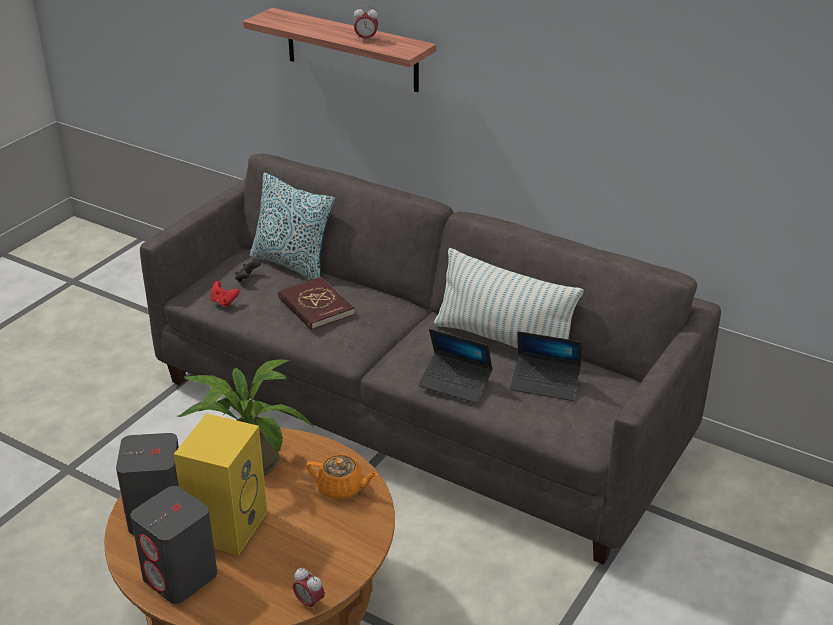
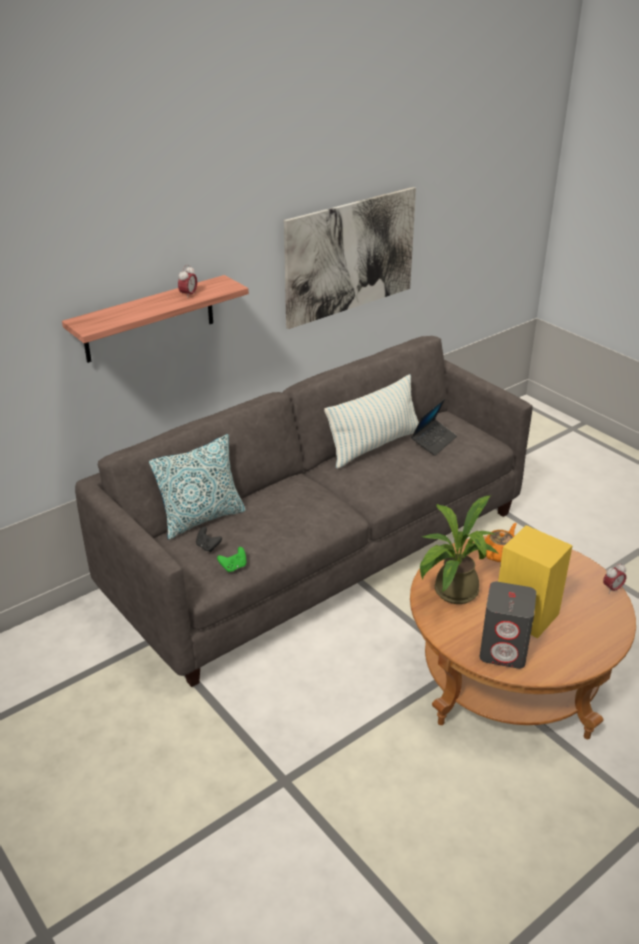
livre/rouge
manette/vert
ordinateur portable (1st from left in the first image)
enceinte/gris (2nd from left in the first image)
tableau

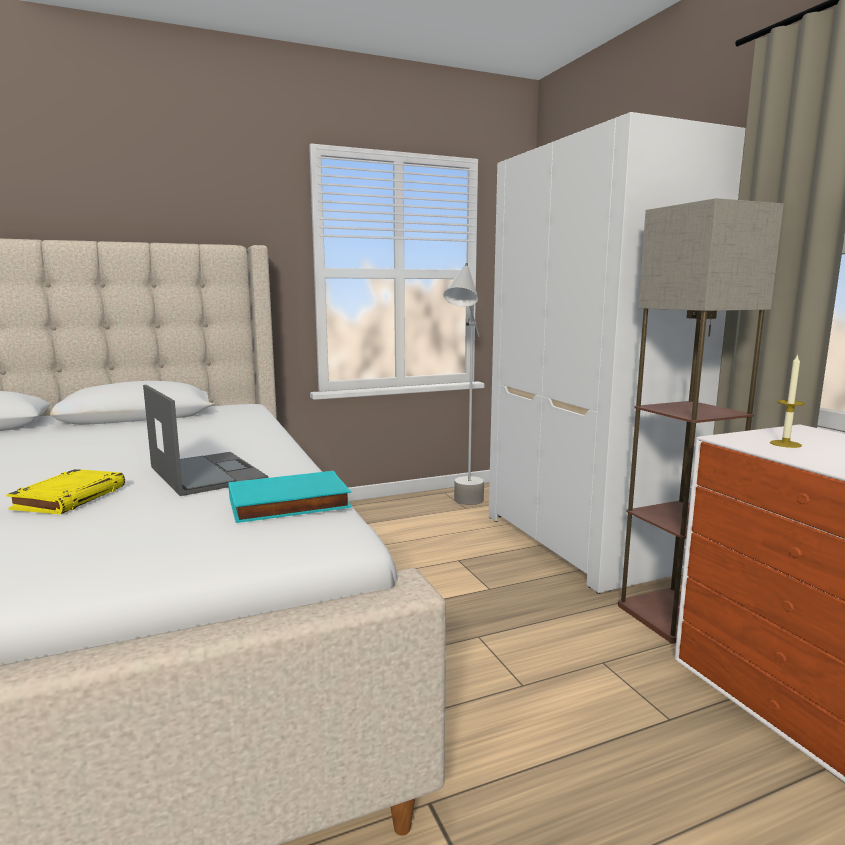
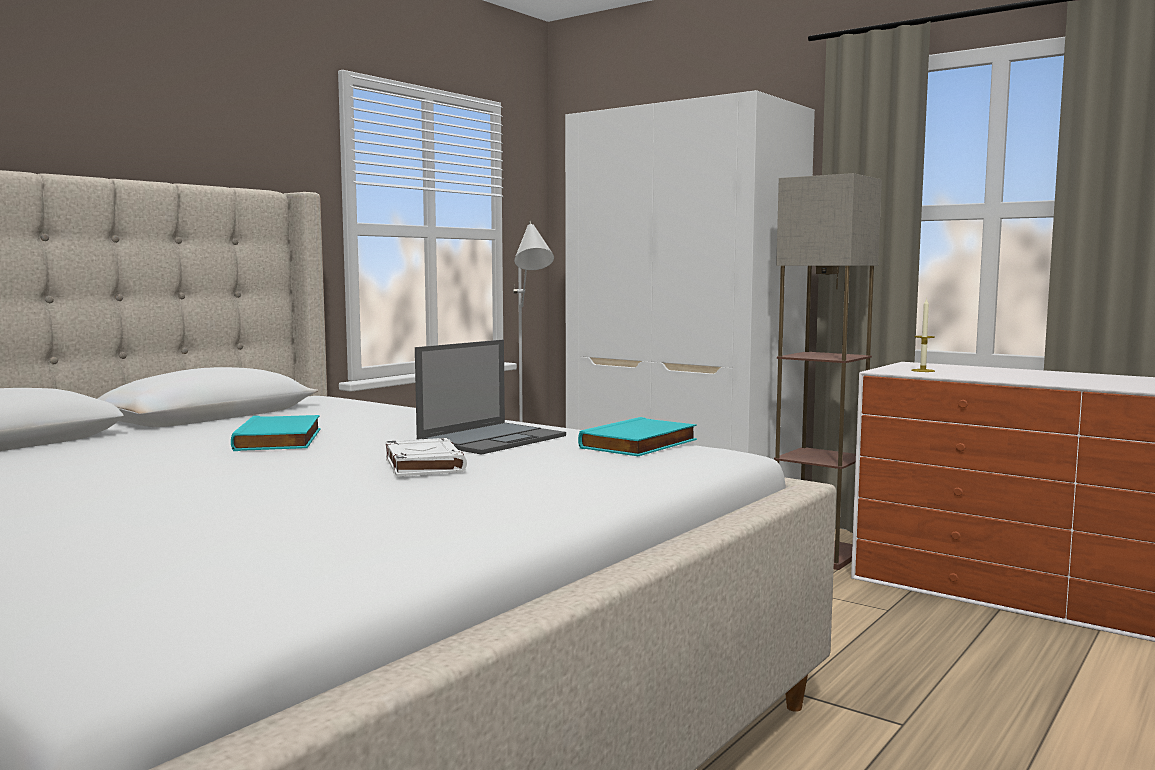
ordinateur portable
livre/blanc
livre/turquoise (1st from left)

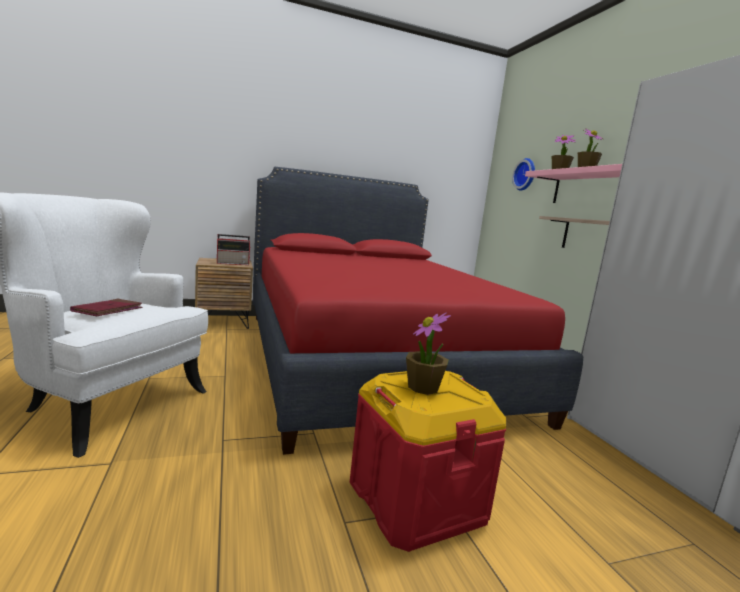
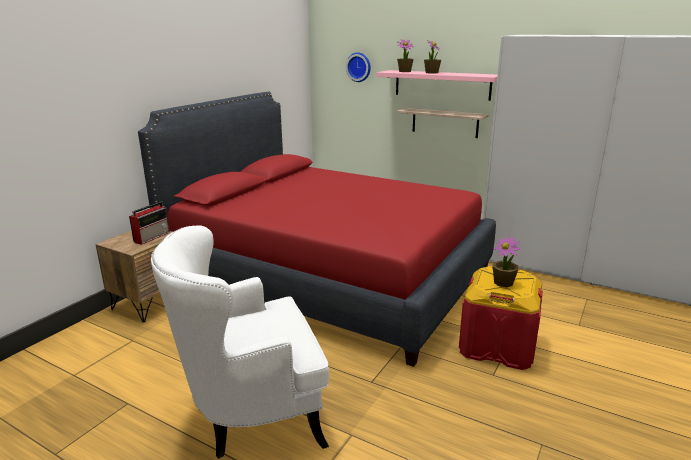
livre/rouge

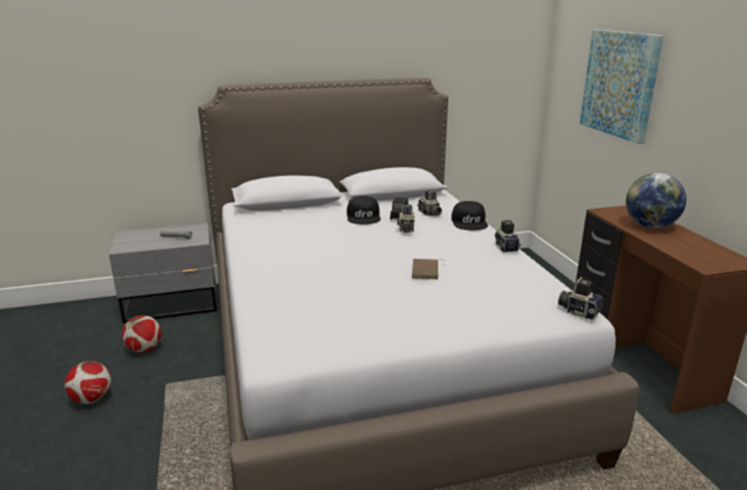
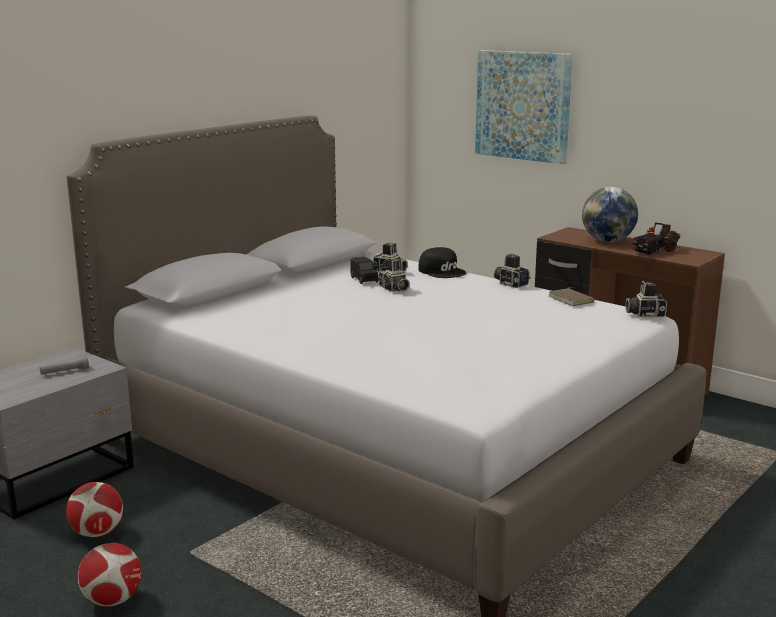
casquette/noir (1st from left in the first image)
livre/marron
camion jouet

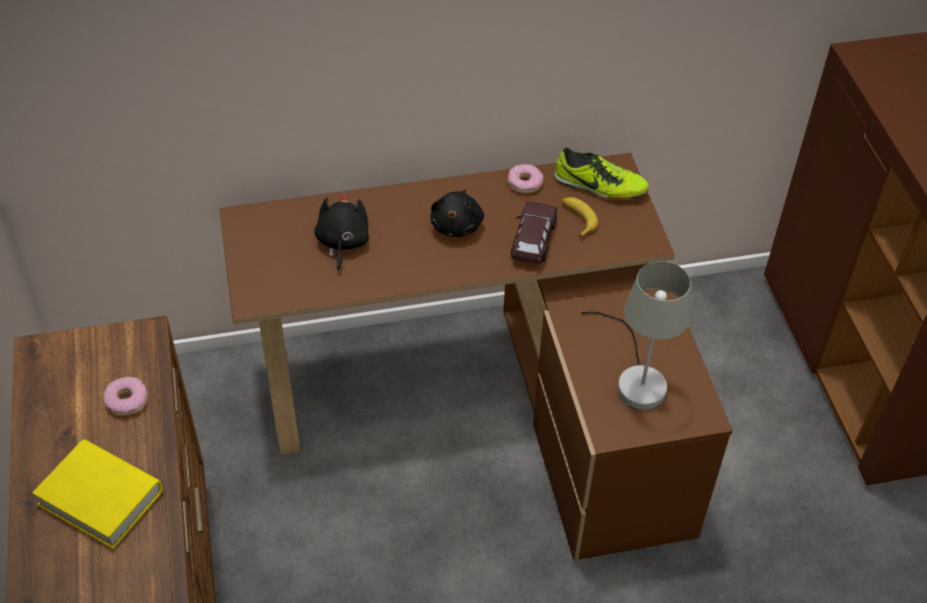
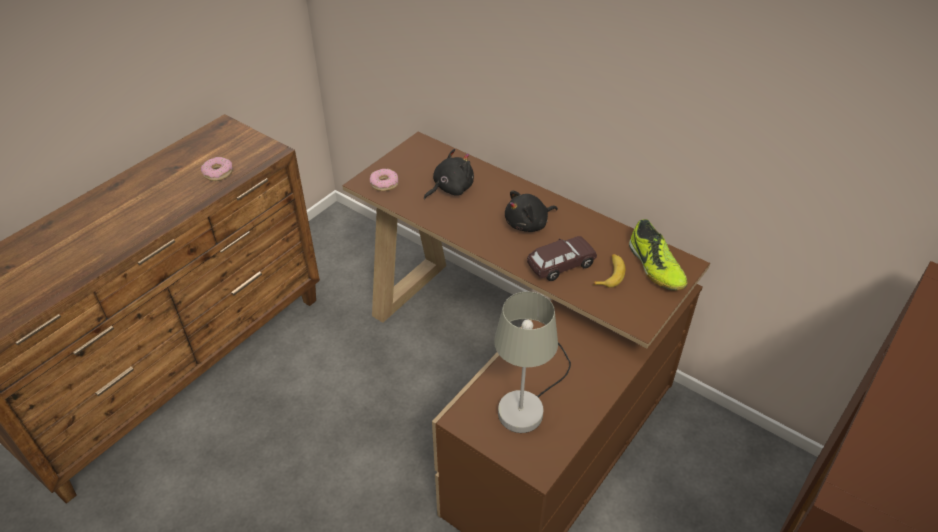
beignet (2nd from left)
livre/jaune

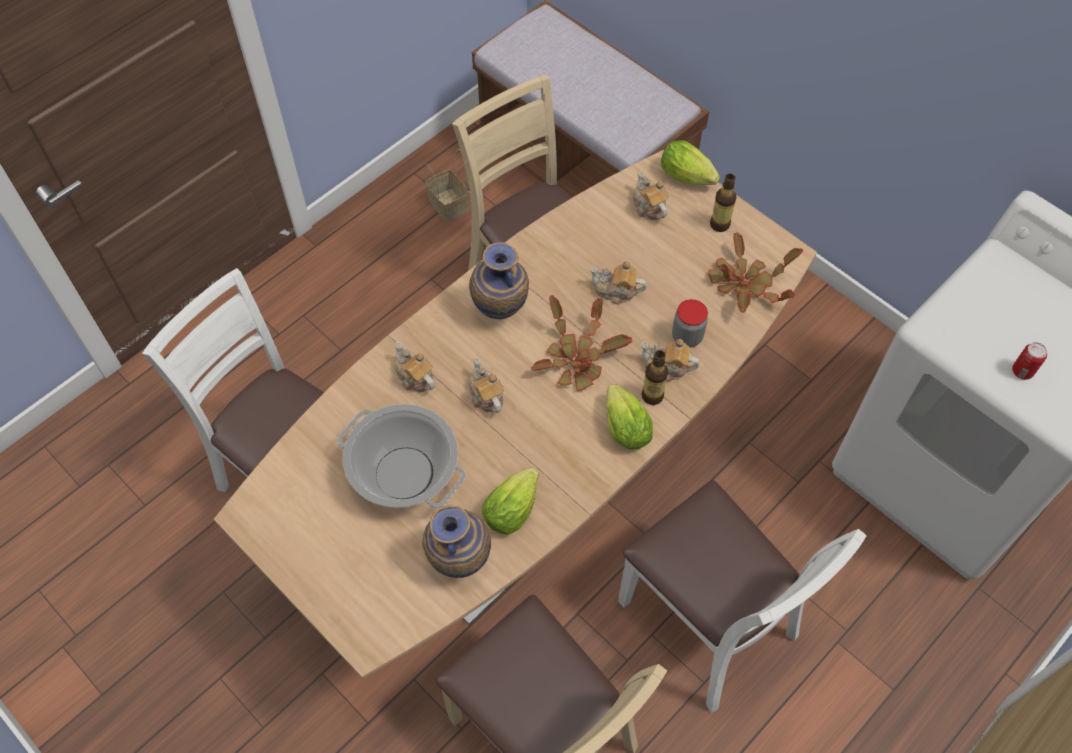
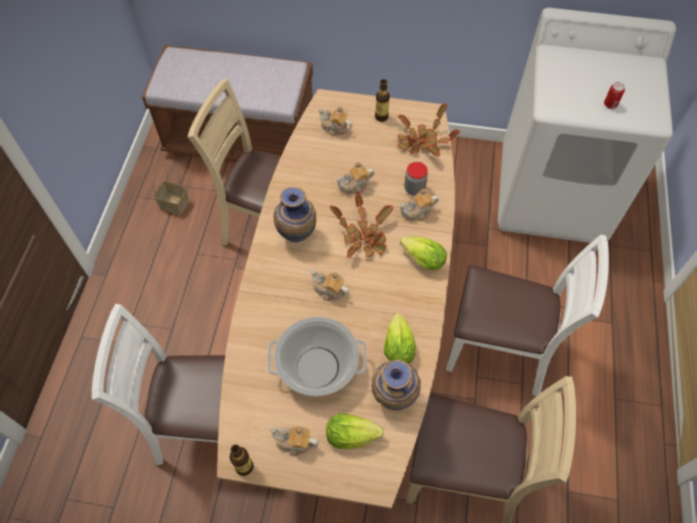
laitue (1st from left)
théière (1st from left)
bouteille (1st from left)

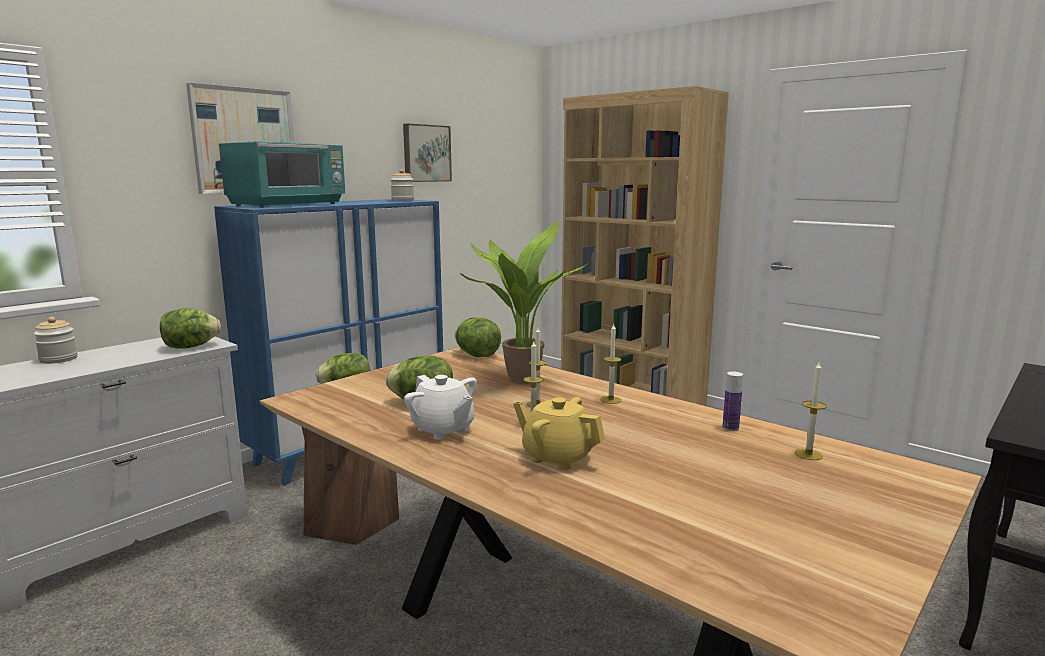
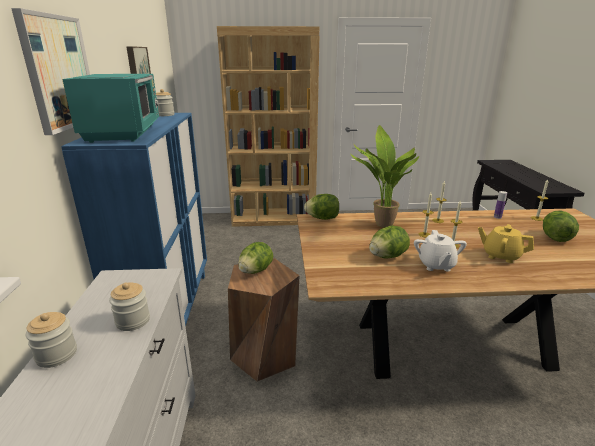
laitue (4th from left)
théière/blanc
théière/jaune
bocal (2nd from left)

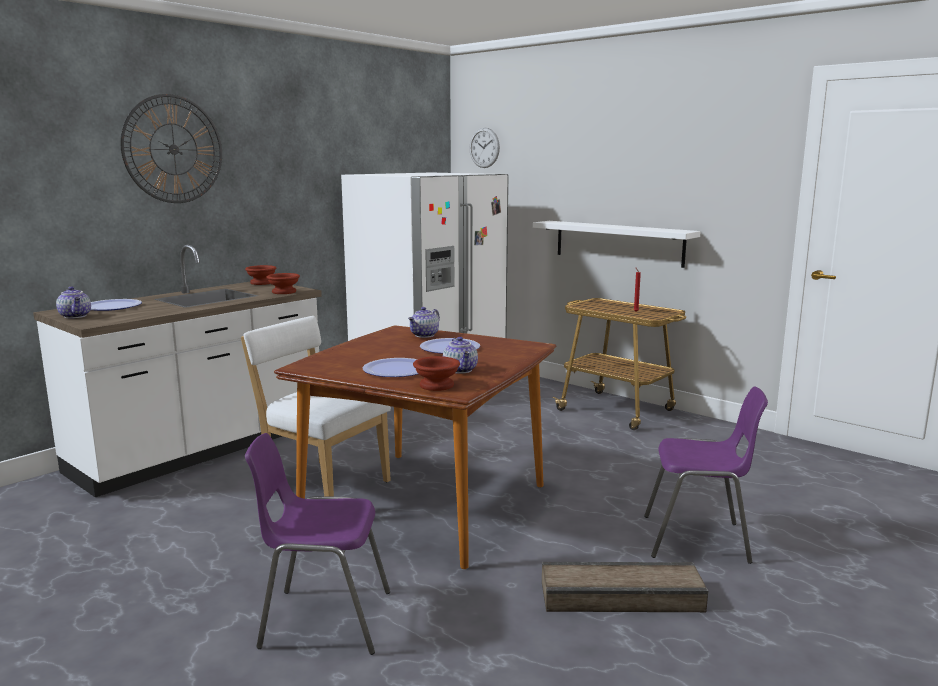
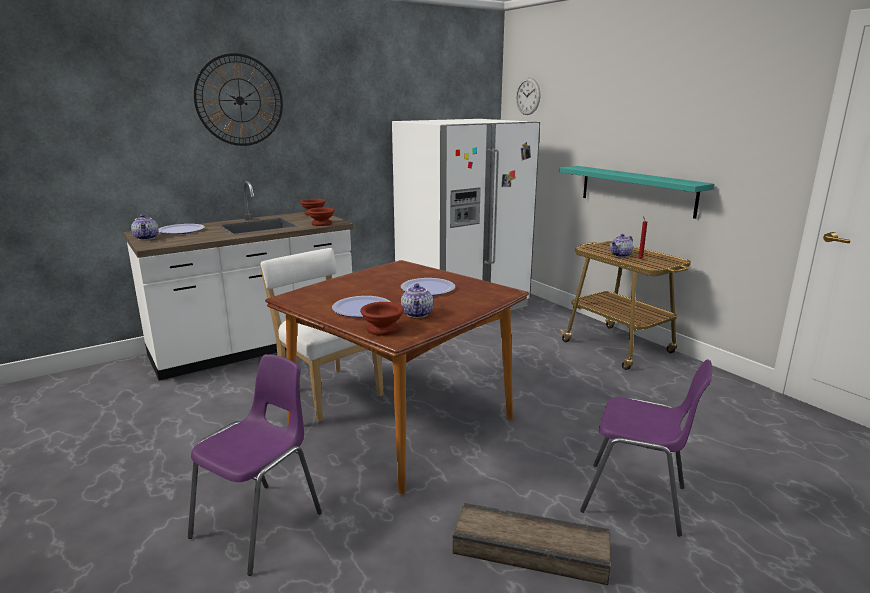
étagère/turquoise
théière (3rd from left)
chaise/violet (1st from left)

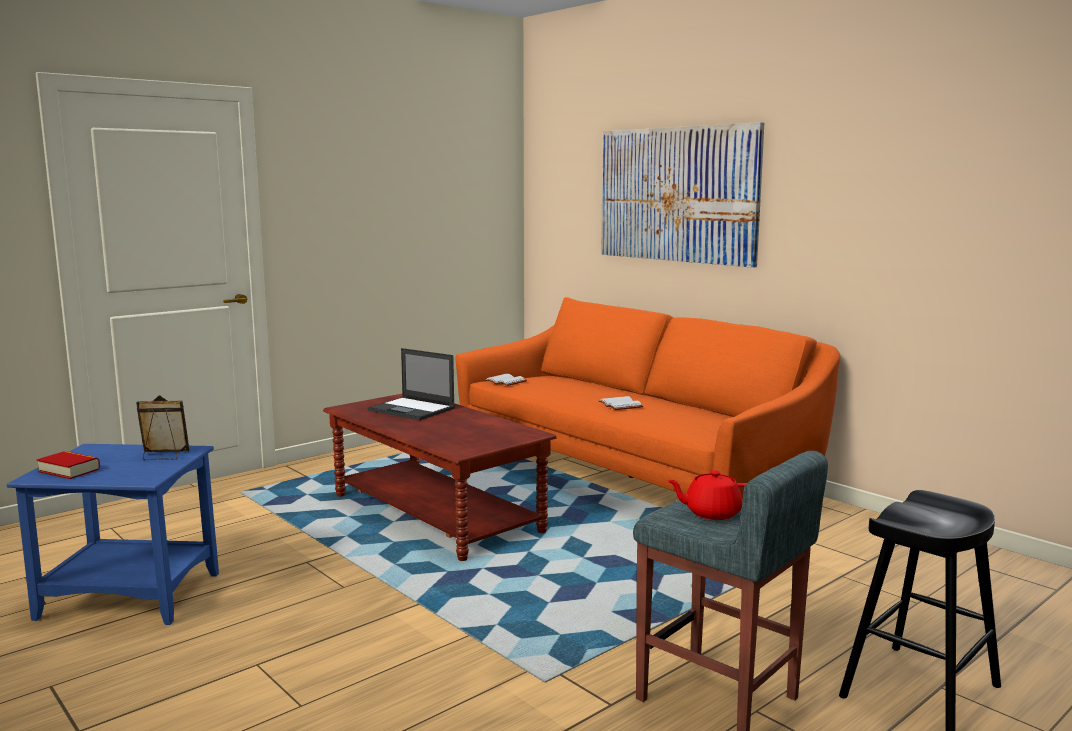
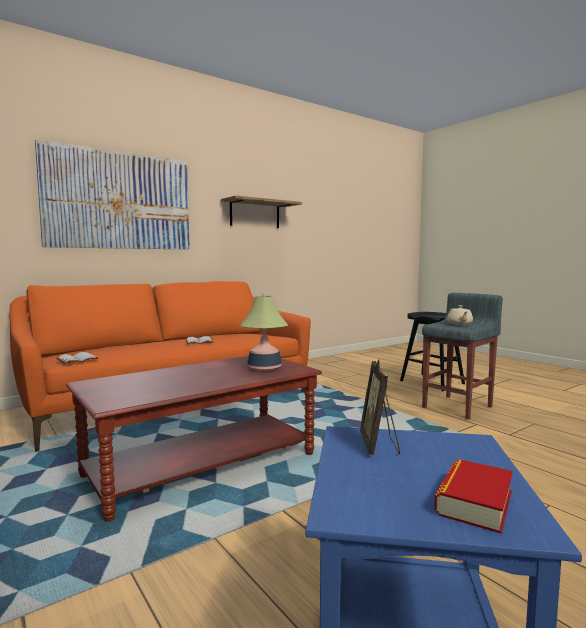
ordinateur portable
théière/beige
étagère
lampe de table

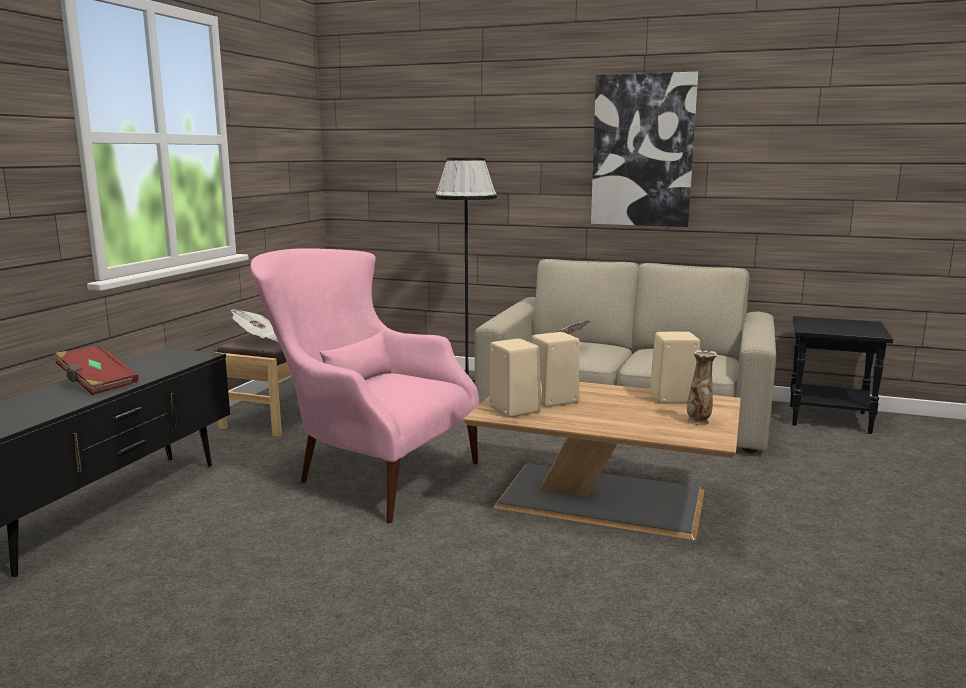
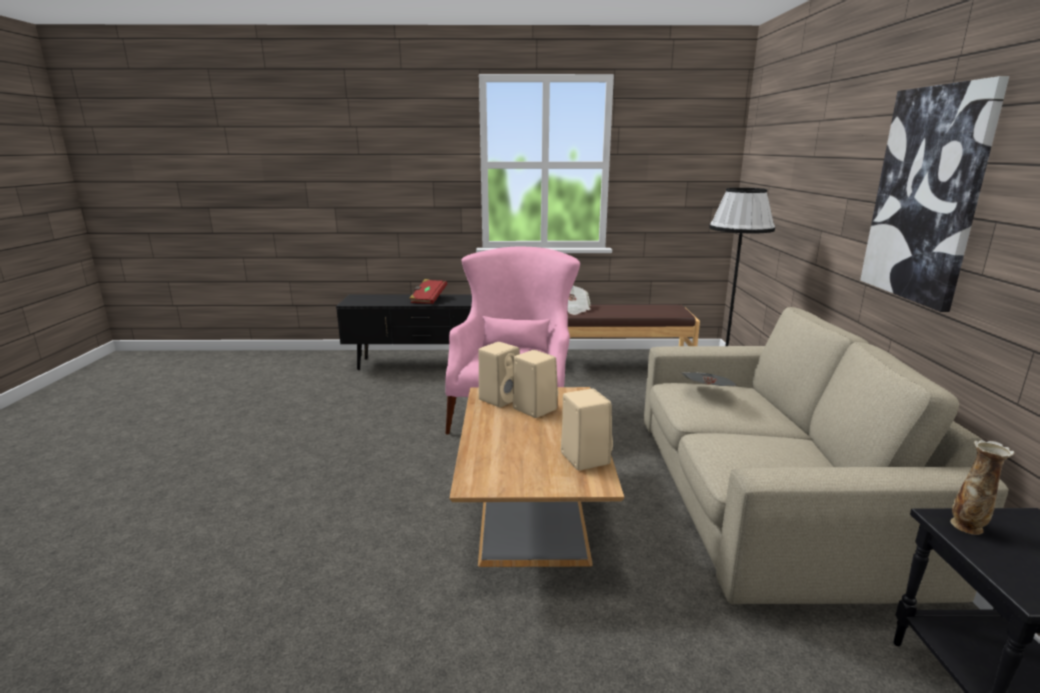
vase

